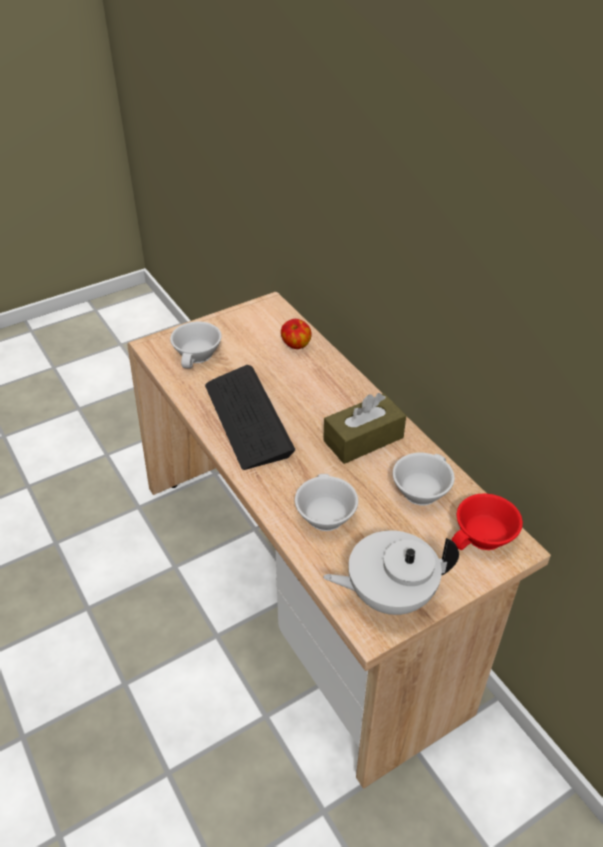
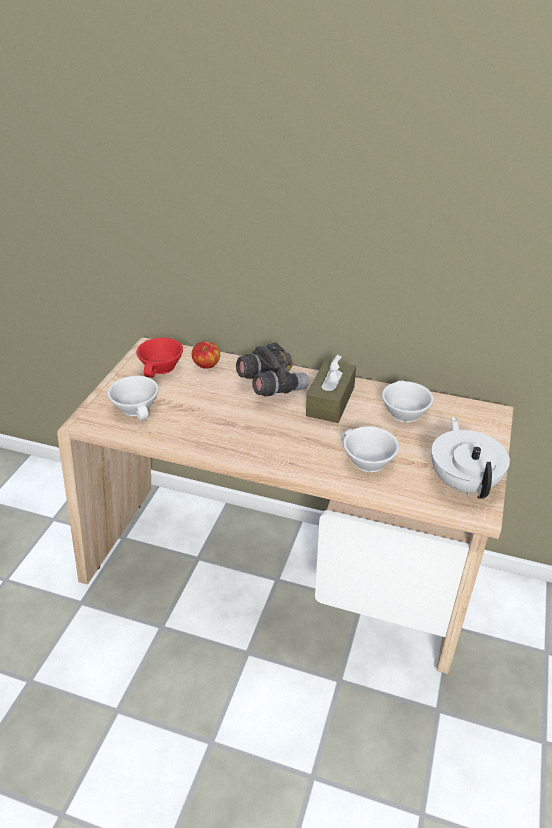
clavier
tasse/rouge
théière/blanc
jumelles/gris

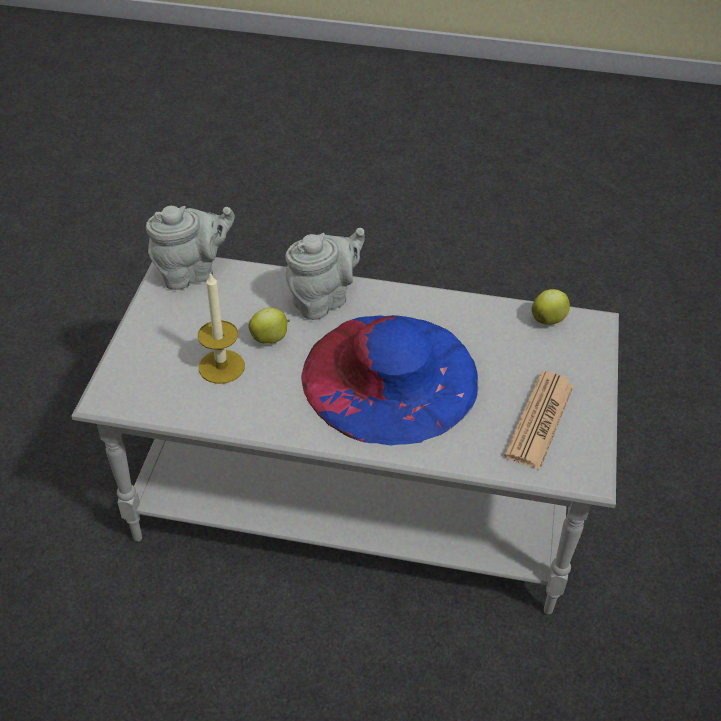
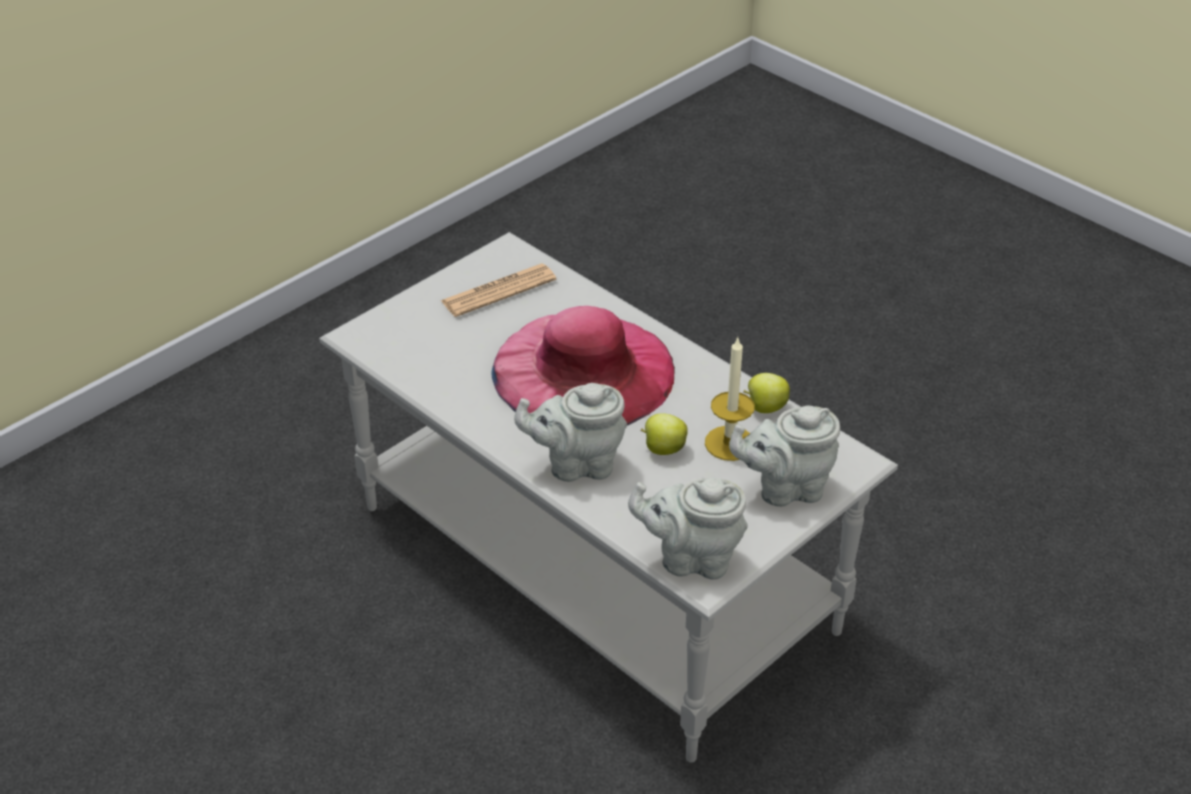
pomme (2nd from left)
chapeau/rose
théière/gris (3rd from left)

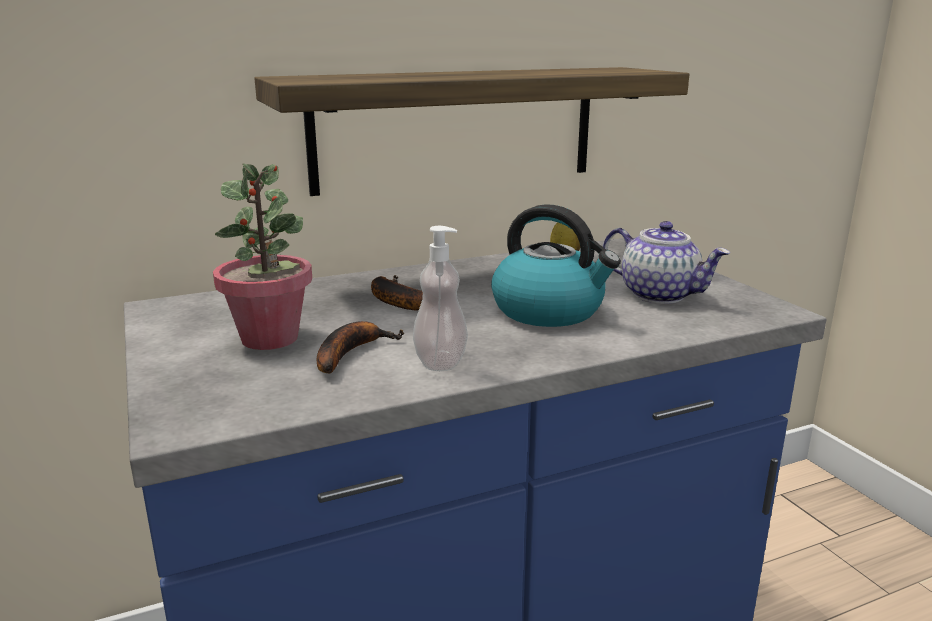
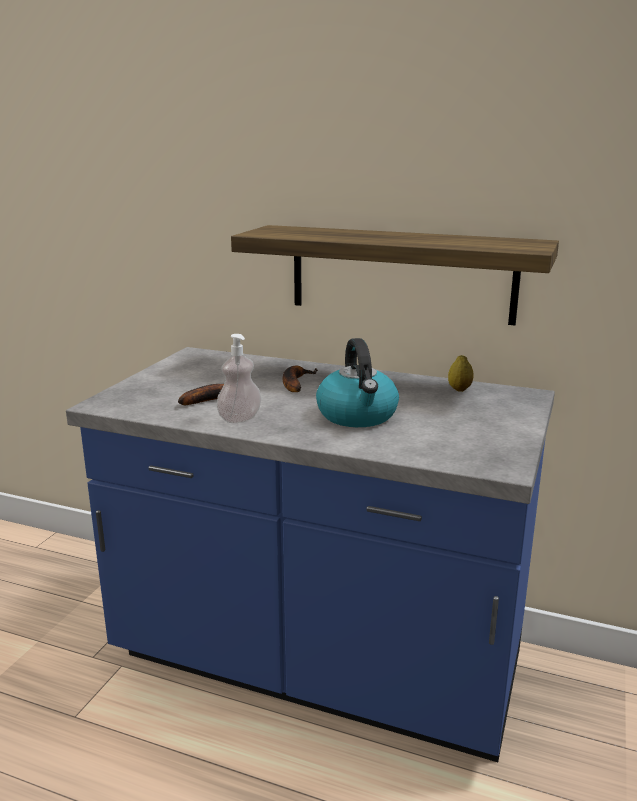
plante en pot
théière

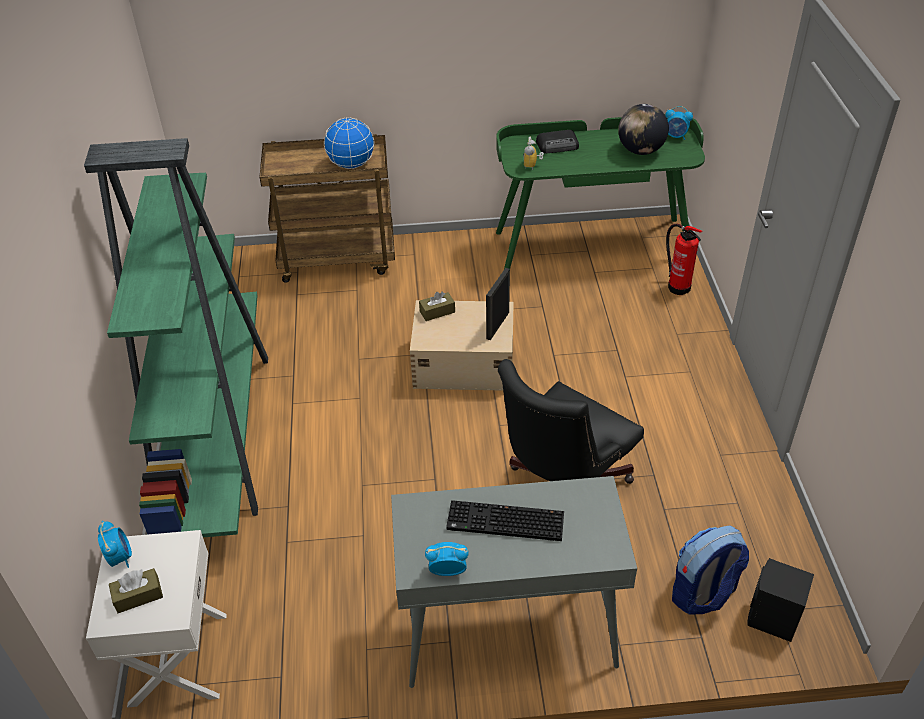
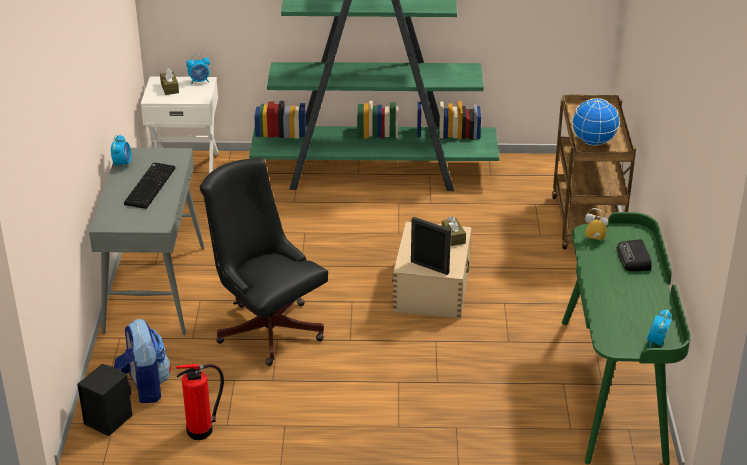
globe (2nd from left in the first image)
extincteur

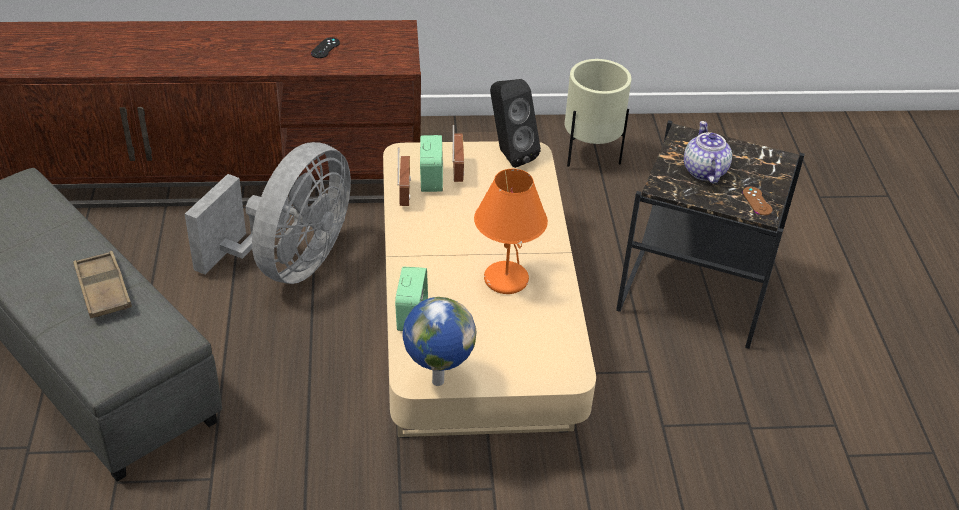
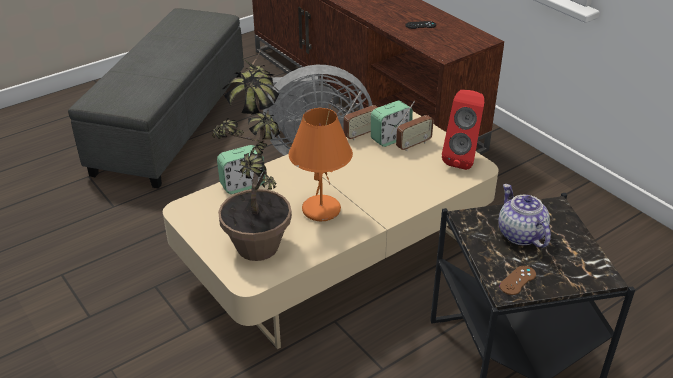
cache-pot/beige
enceinte/rouge
théière
plateau/marron
globe
plante en pot

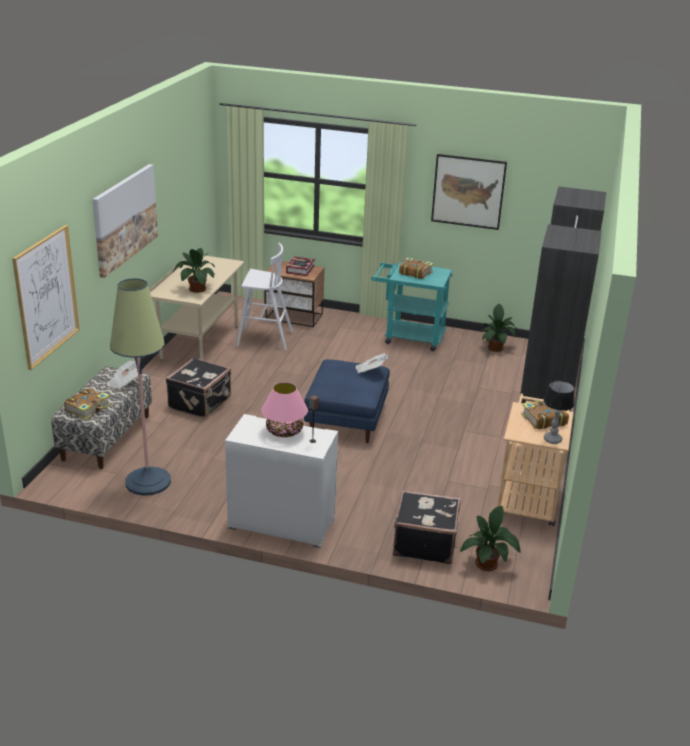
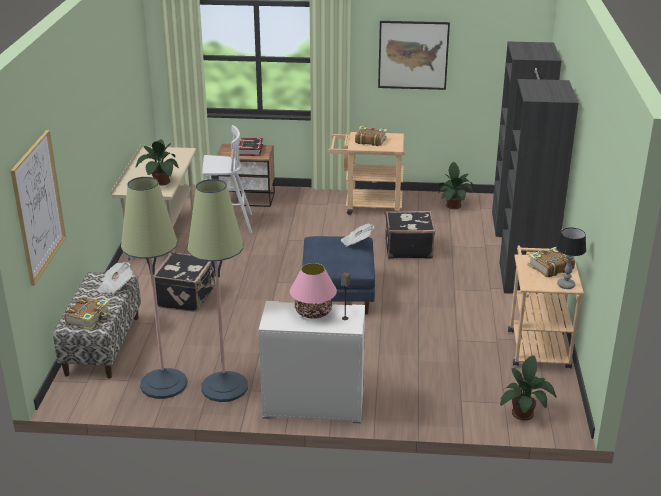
tableau (2nd from left in the first image)
chariot/beige (1st from left)
valise/noir (2nd from left)
lampadaire (2nd from left)

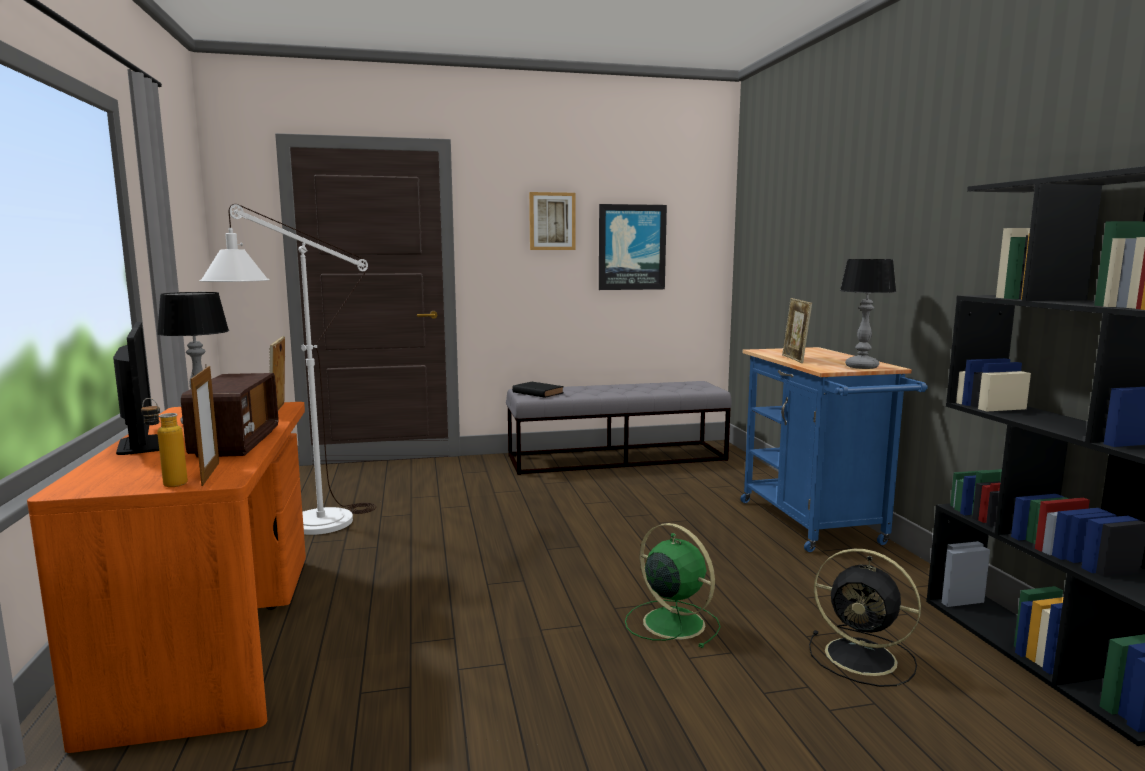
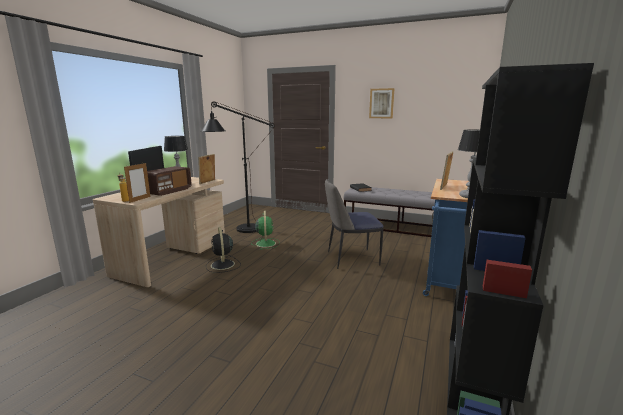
lampadaire/noir
tableau (2nd from left in the first image)
bureau/beige
ventilateur/vert
ventilateur/noir
chaise

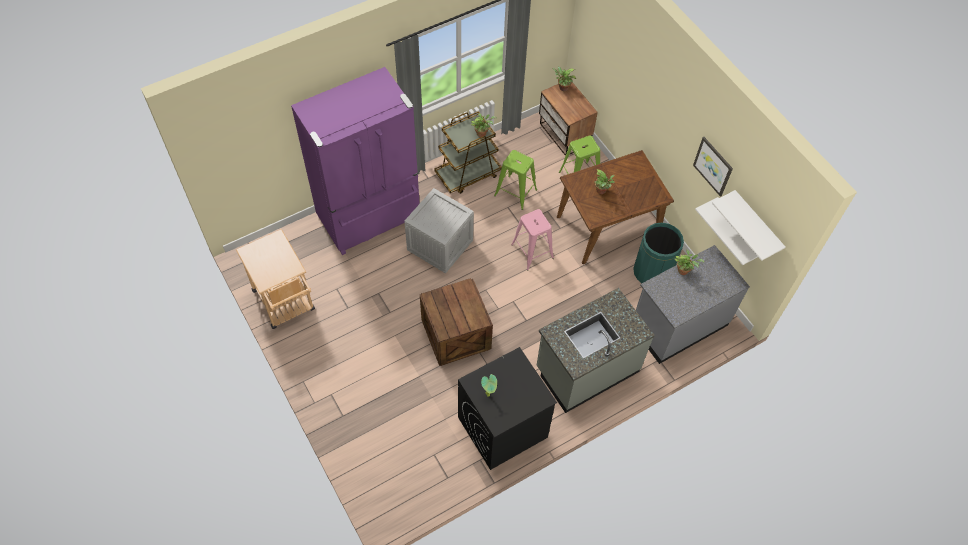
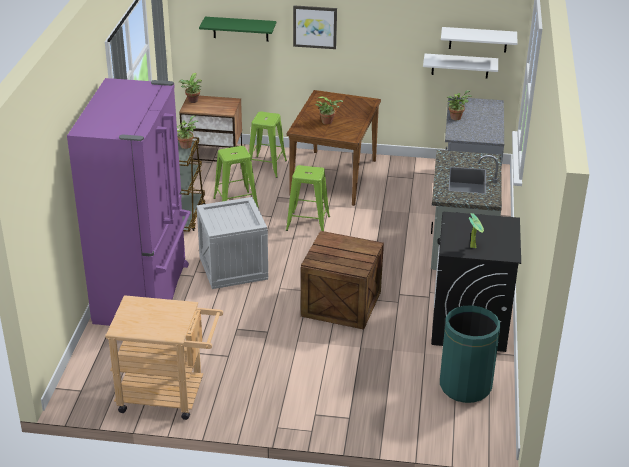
tableau
tabouret/vert (3rd from left)
poubelle/vert
étagère/vert

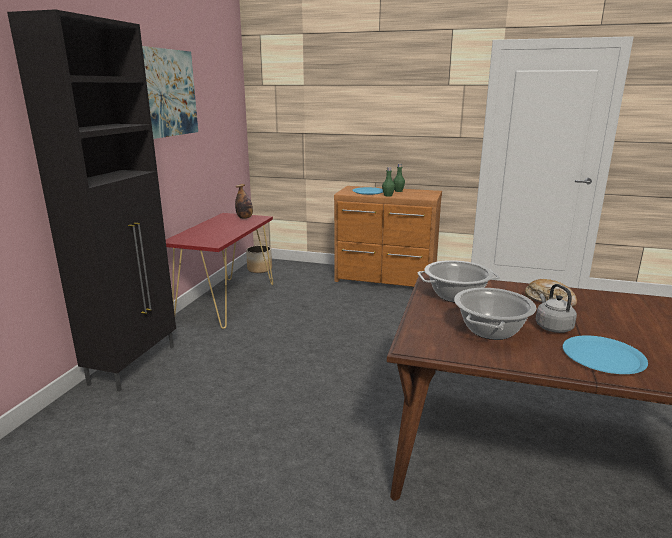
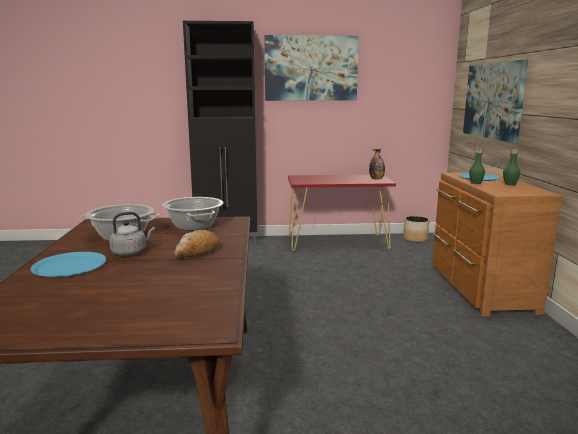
tableau (2nd from left)

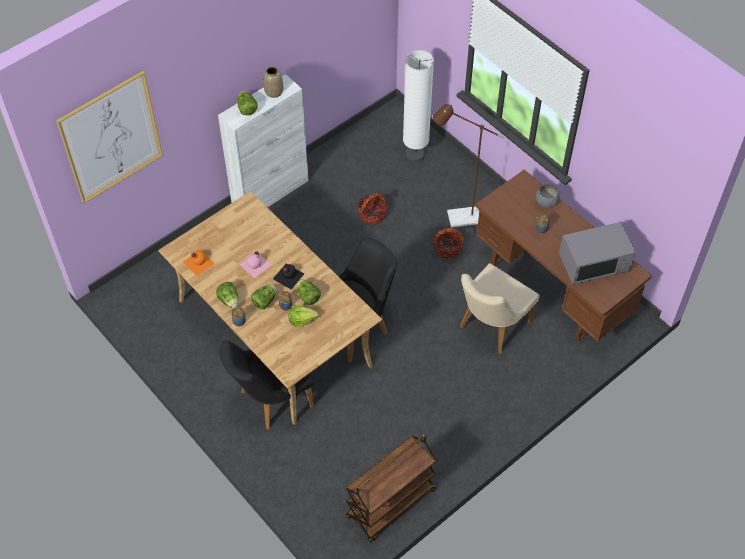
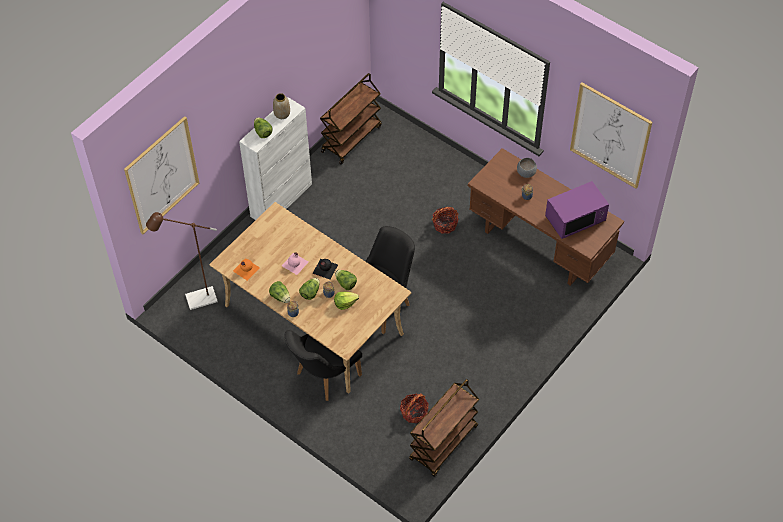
lampadaire/blanc
lampadaire/marron
panier (1st from left)
micro-ondes/violet
chaise/beige
chariot/marron (1st from left)
tableau (2nd from left)

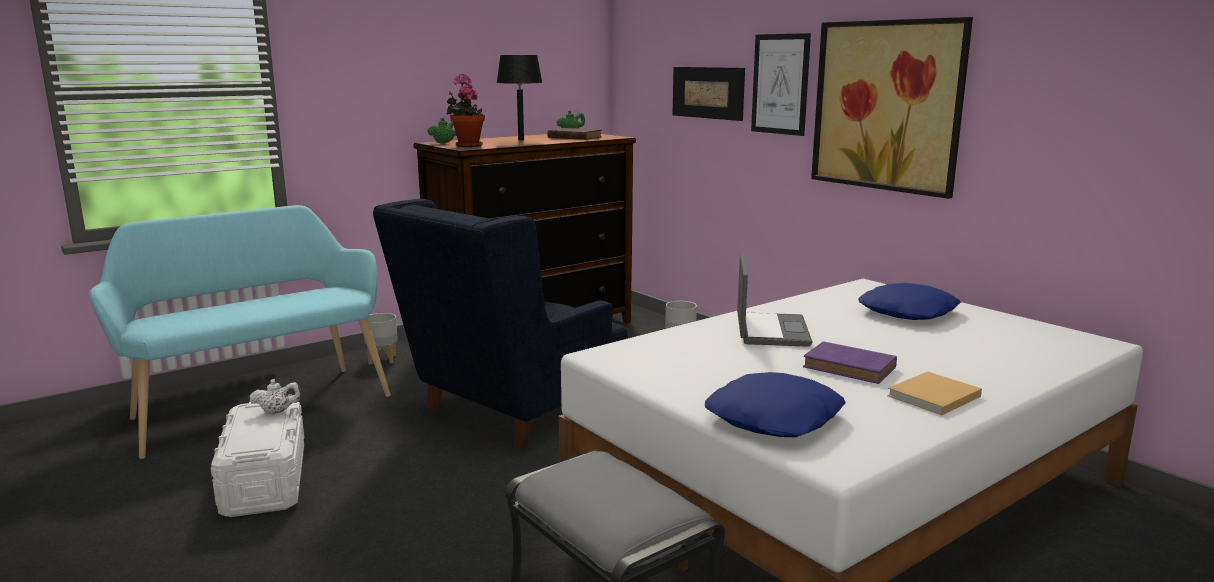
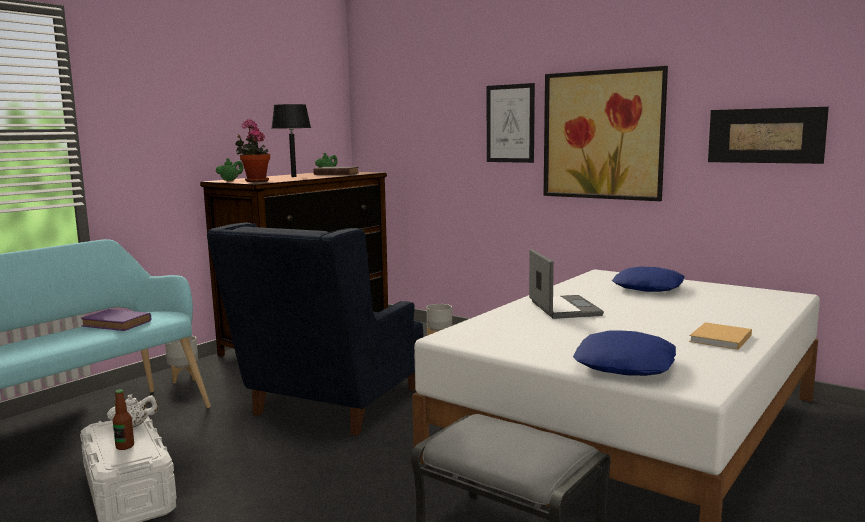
tableau (3rd from left)
livre/violet
bouteille

